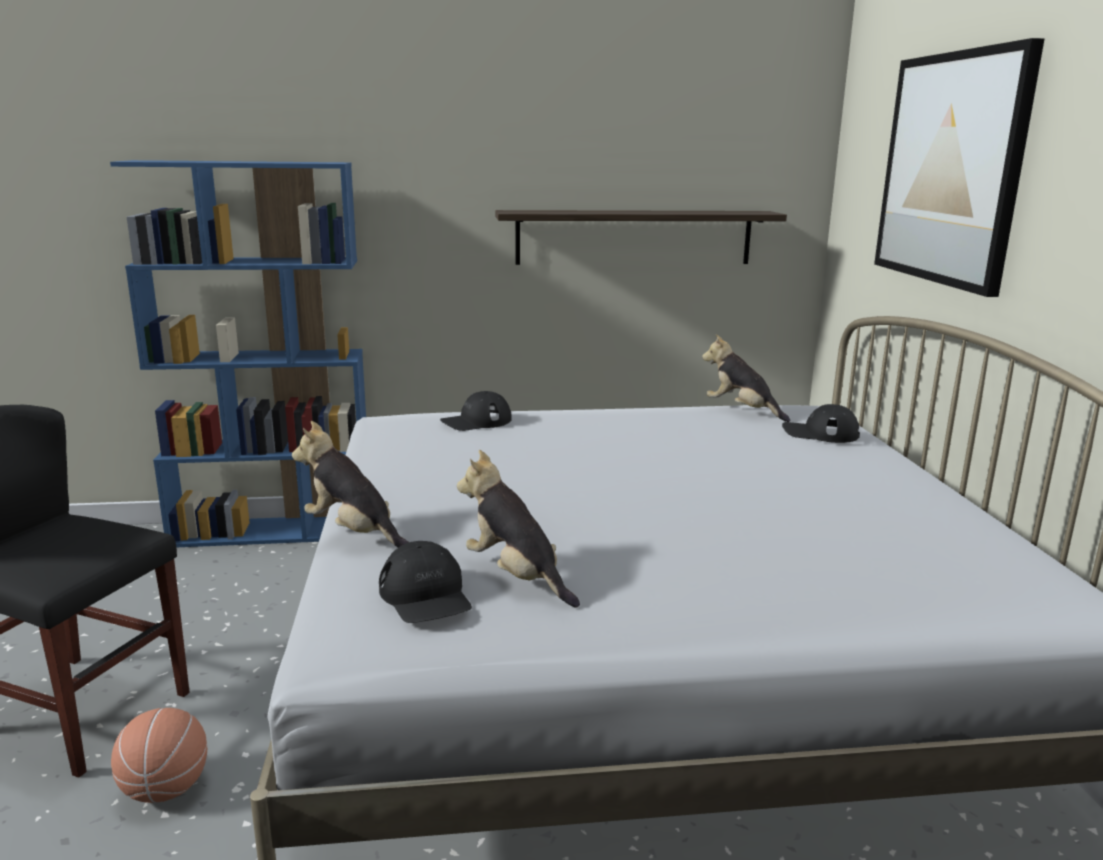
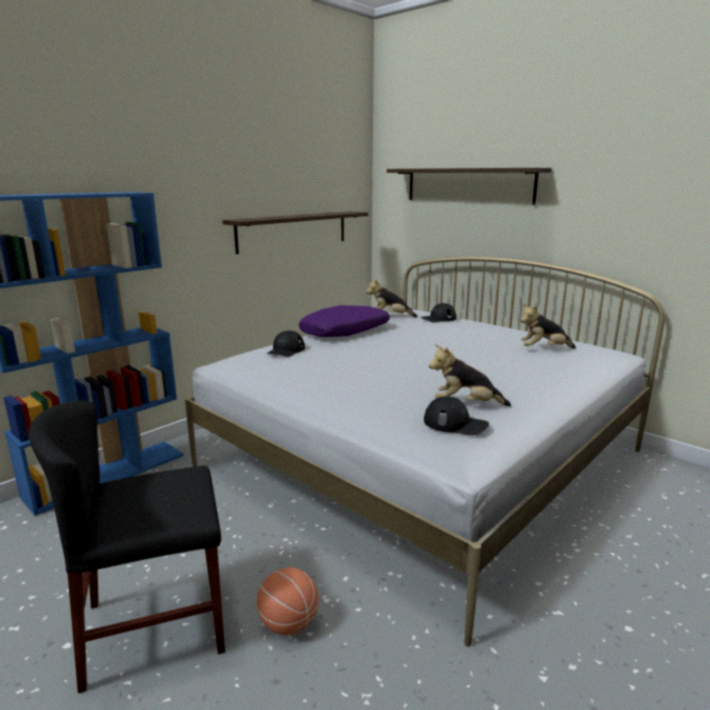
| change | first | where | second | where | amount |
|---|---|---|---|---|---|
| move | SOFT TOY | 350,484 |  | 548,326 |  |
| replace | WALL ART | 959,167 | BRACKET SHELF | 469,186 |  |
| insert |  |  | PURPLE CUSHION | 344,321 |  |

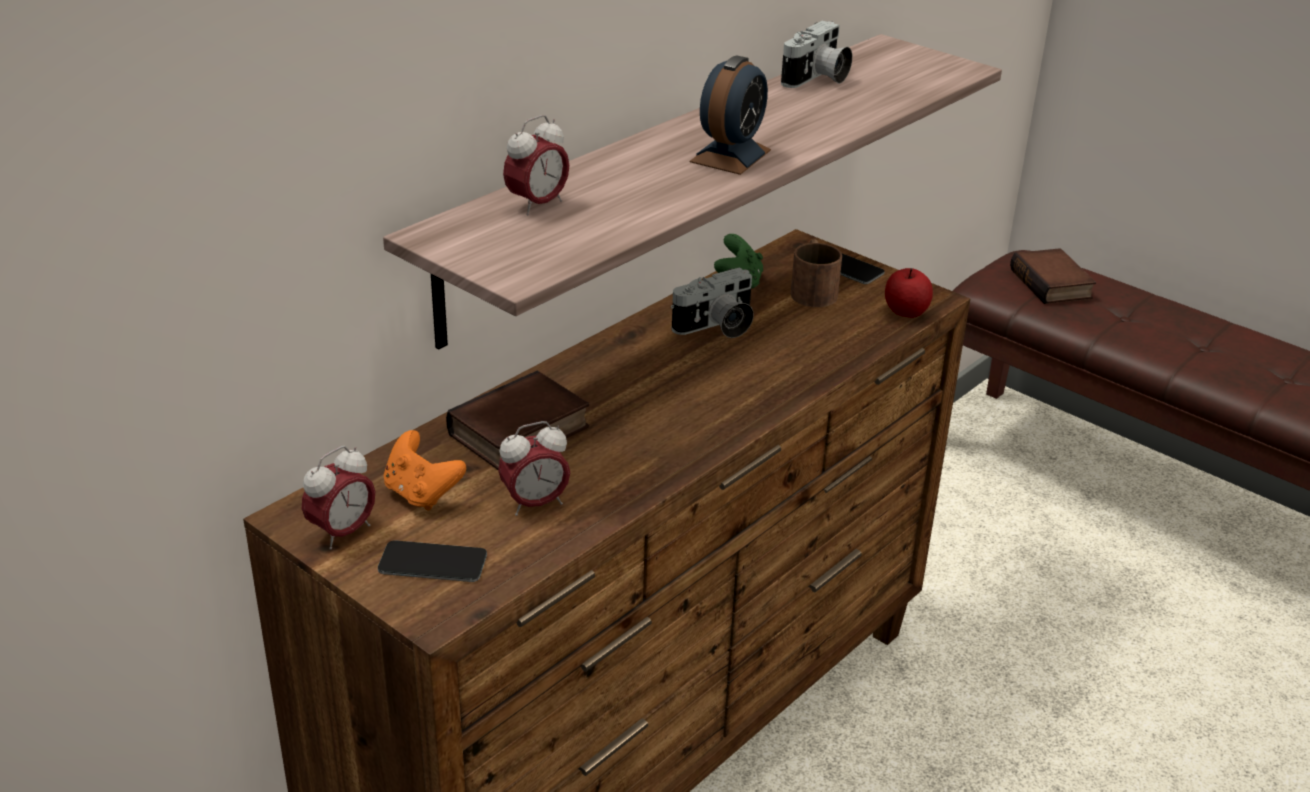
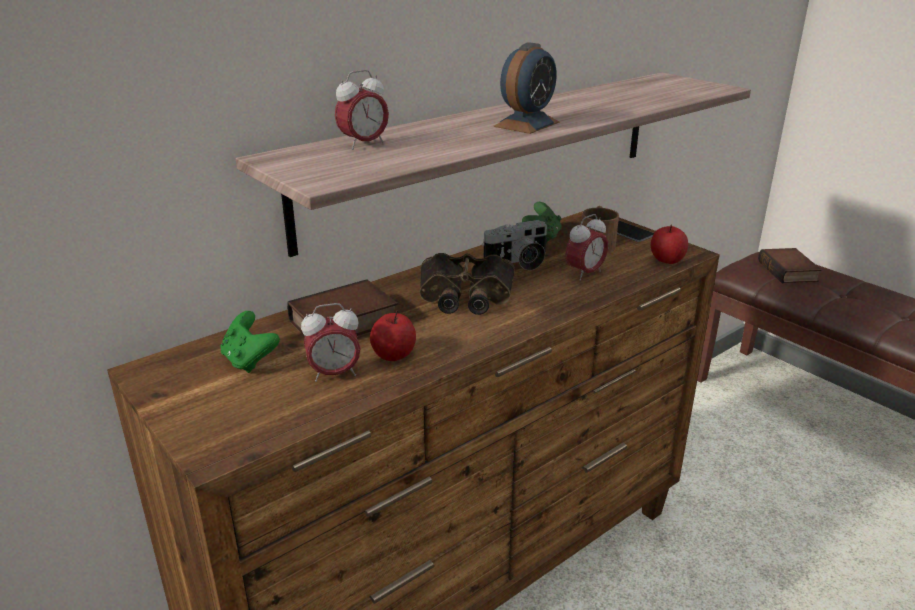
| change | first | where | second | where | amount |
|---|---|---|---|---|---|
| move | TABLE CLOCK | 338,498 |  | 586,247 |  |
| delete | TELEPHONE | 432,561 |  |  |  |
| recolor | ORANGE GAMEPAD | 425,470 | GREEN-COLOURED GAMEPAD | 250,342 |  |
| delete | STILL CAMERA | 816,54 |  |  |  |
| insert |  |  | APPLE FRUIT | 393,335 |  |
| insert |  |  | BINOCULARS | 467,284 |  |

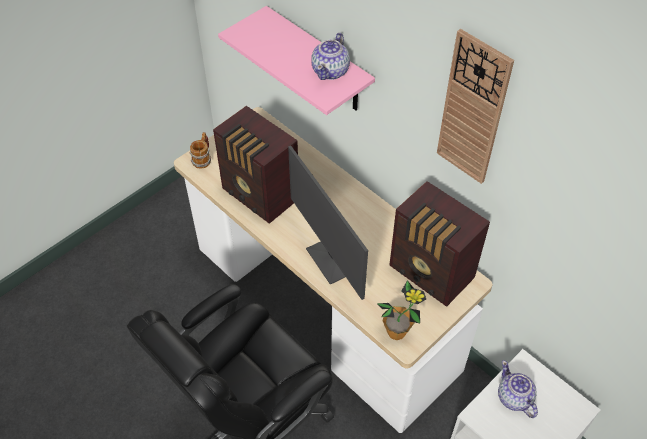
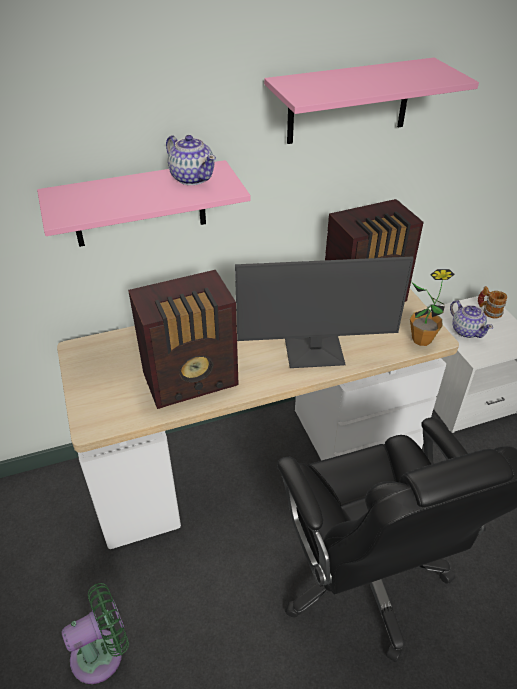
| change | first | where | second | where | amount |
|---|---|---|---|---|---|
| move | MUG | 200,150 |  | 492,302 |  |
| replace | HANGING CLOCK | 475,106 | PINK-COLOURED BRACKET SHELF | 371,101 |  |
| rotate | TEAPOT | 518,389 |  | 471,319 | 120 degrees counterclockwise |
| insert |  |  | GREEN-COLOURED ELECTRIC FAN | 95,633 |  |

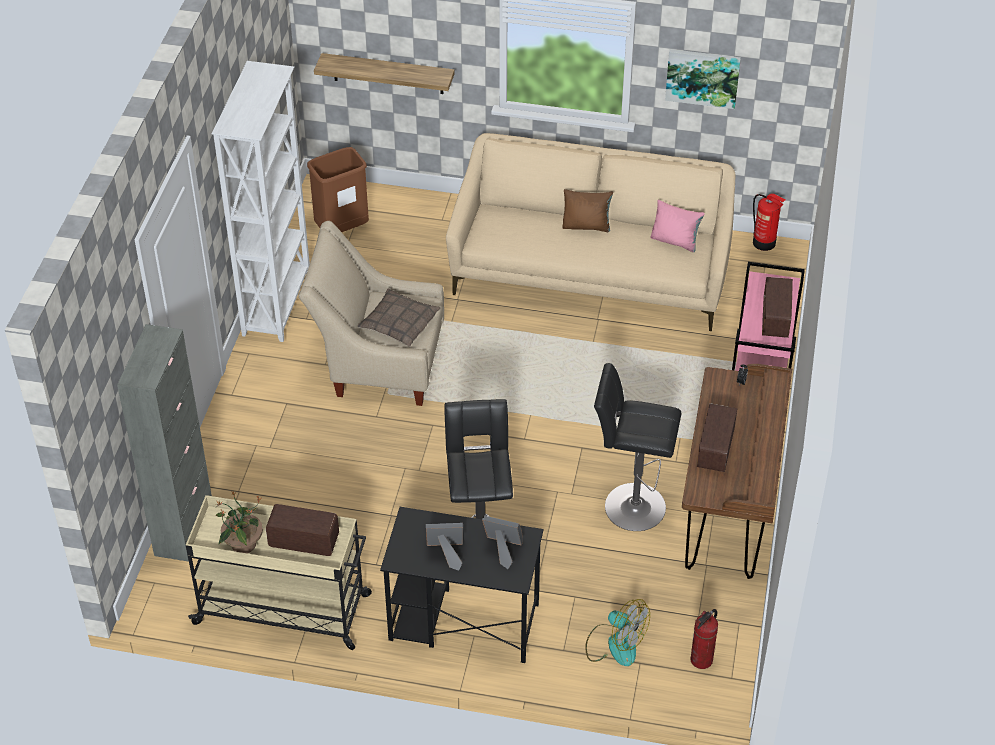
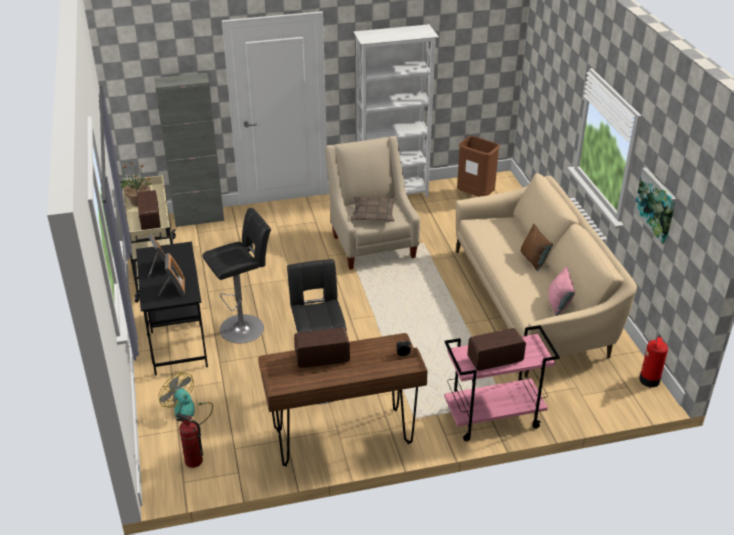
| change | first | where | second | where | amount |
|---|---|---|---|---|---|
| delete | BRACKET SHELF | 384,73 |  |  |  |
| rotate | ELECTRIC FAN | 617,632 |  | 186,399 | 120 degrees clockwise |

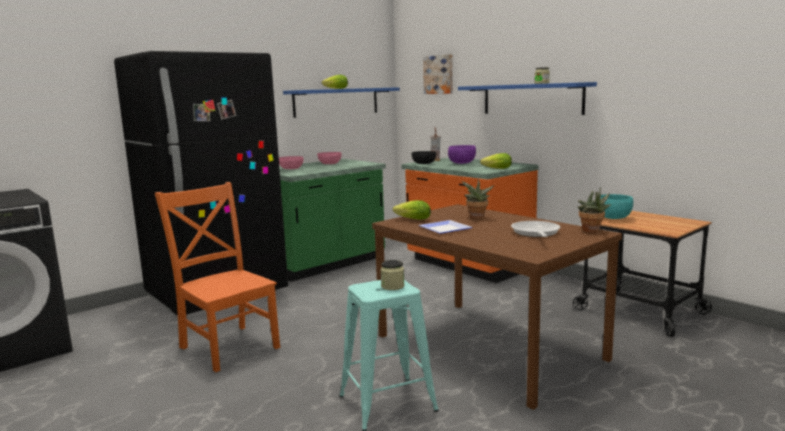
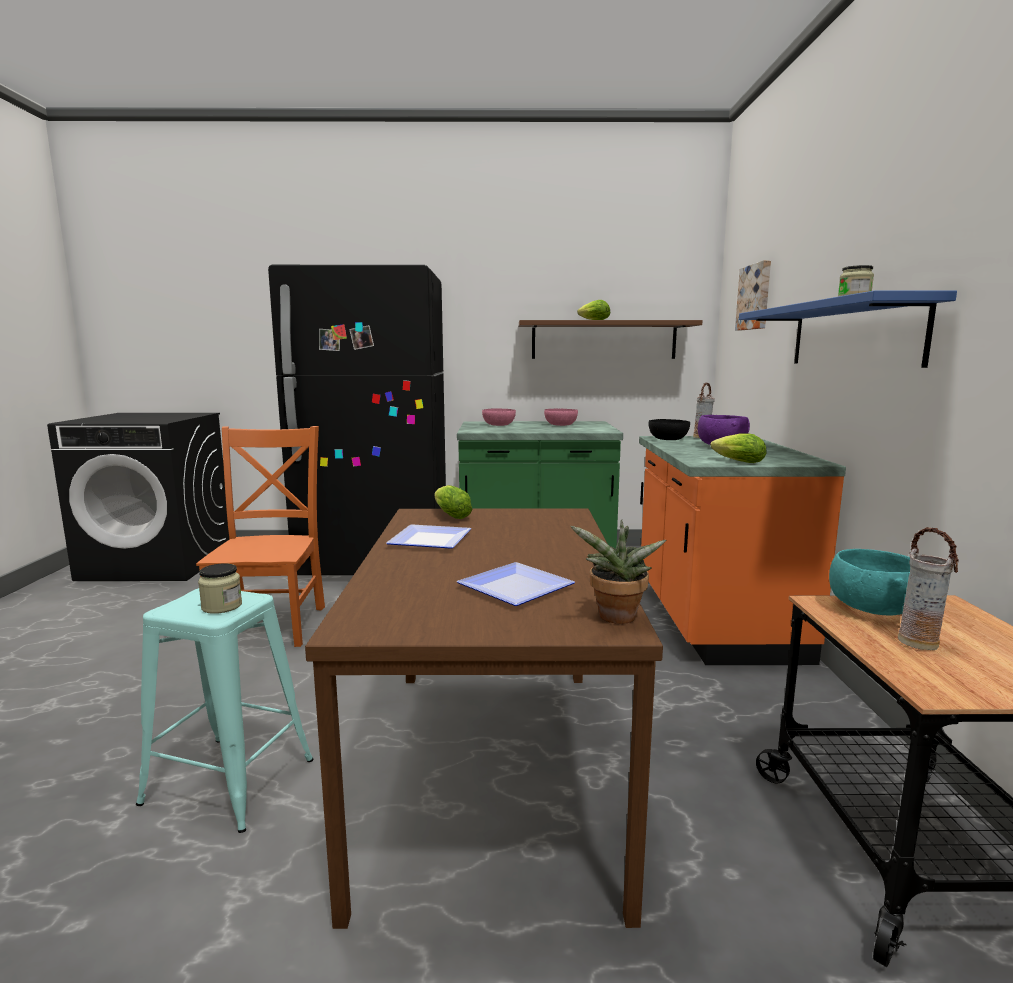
| change | first | where | second | where | amount |
|---|---|---|---|---|---|
| recolor | BLUE BRACKET SHELF | 341,102 | BROWN BRACKET SHELF | 610,339 |  |
| delete | POTTED PLANT | 478,199 |  |  |  |
| replace | FRYING PAN | 535,229 | DINNER PLATE | 516,584 |  |
| insert |  |  | VASE | 928,588 |  |

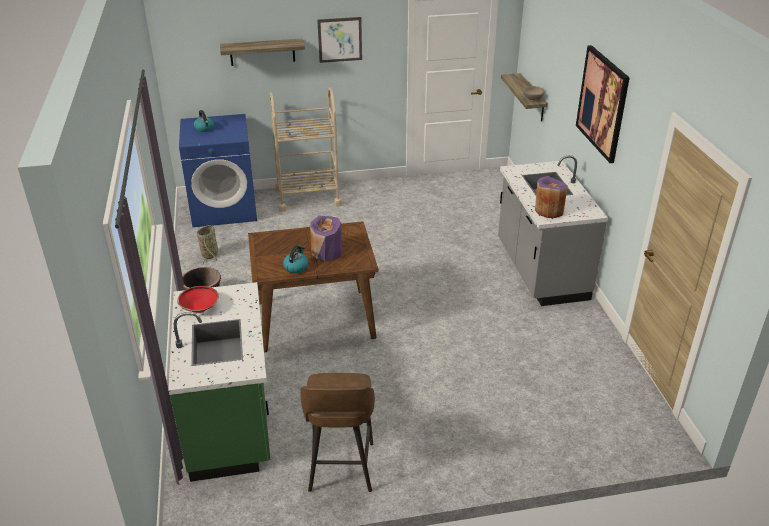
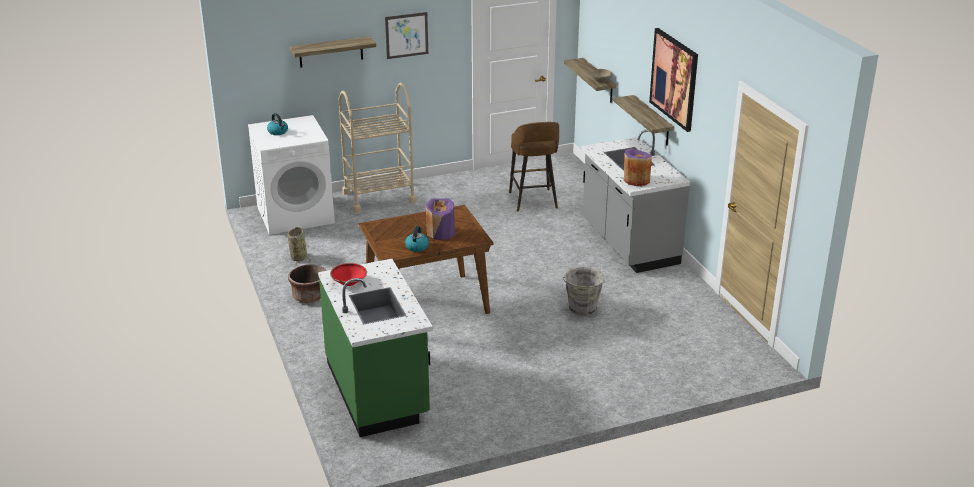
| change | first | where | second | where | amount |
|---|---|---|---|---|---|
| recolor | BLUE WASHING MACHINE | 218,171 | WHITE WASHING MACHINE | 291,175 |  |
| move | BROWN STOOL | 337,432 |  | 534,167 |  |
| insert |  |  | GREYISH WATER BUCKET | 583,291 |  |
| insert |  |  | BRACKET SHELF | 644,120 |  |

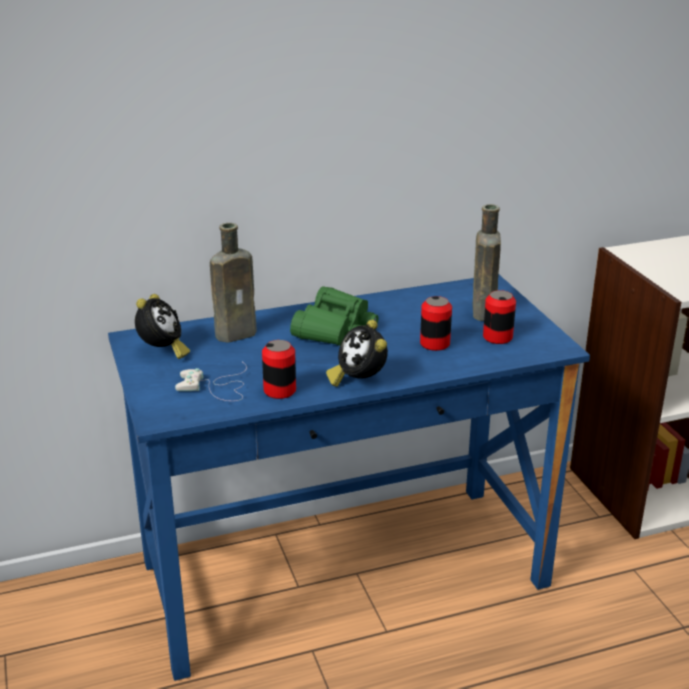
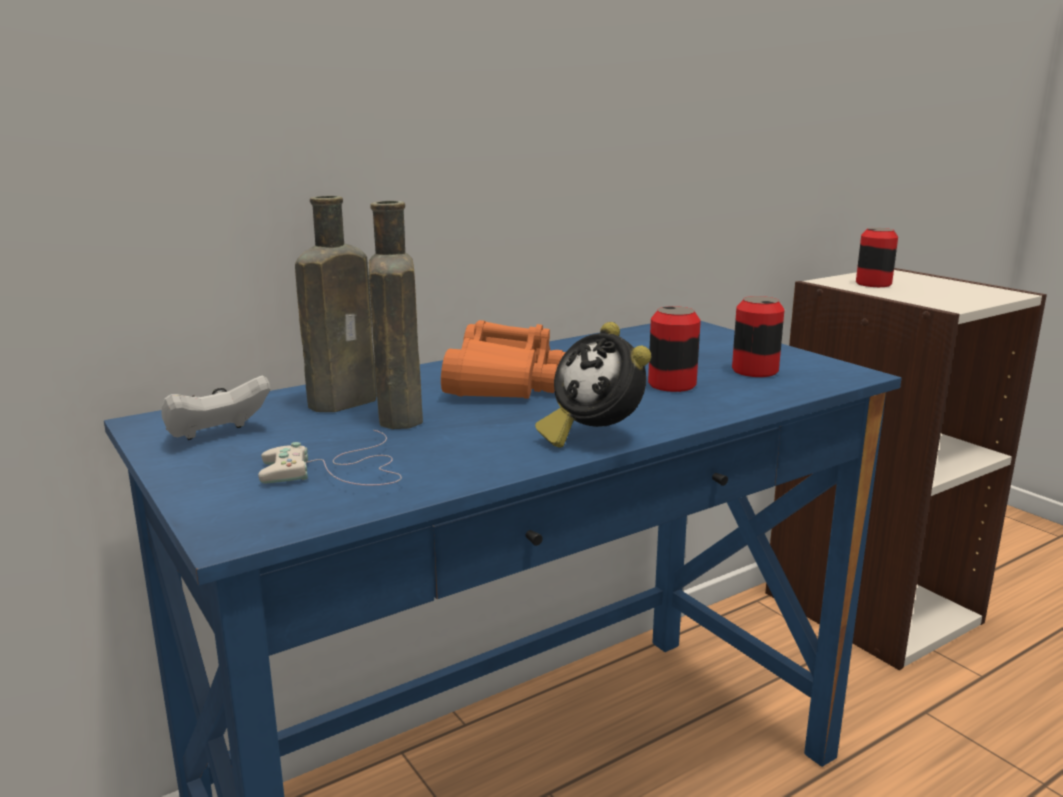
| change | first | where | second | where | amount |
|---|---|---|---|---|---|
| replace | TABLE CLOCK | 162,326 | WHITE GAMEPAD | 215,408 |  |
| move | CAN | 279,369 |  | 877,257 |  |
| recolor | GREEN-COLOURED BINOCULARS | 334,316 | ORANGE BINOCULARS | 503,359 |  |
| move | BROWN BEVERAGE BOTTLE | 487,262 |  | 396,315 |  |

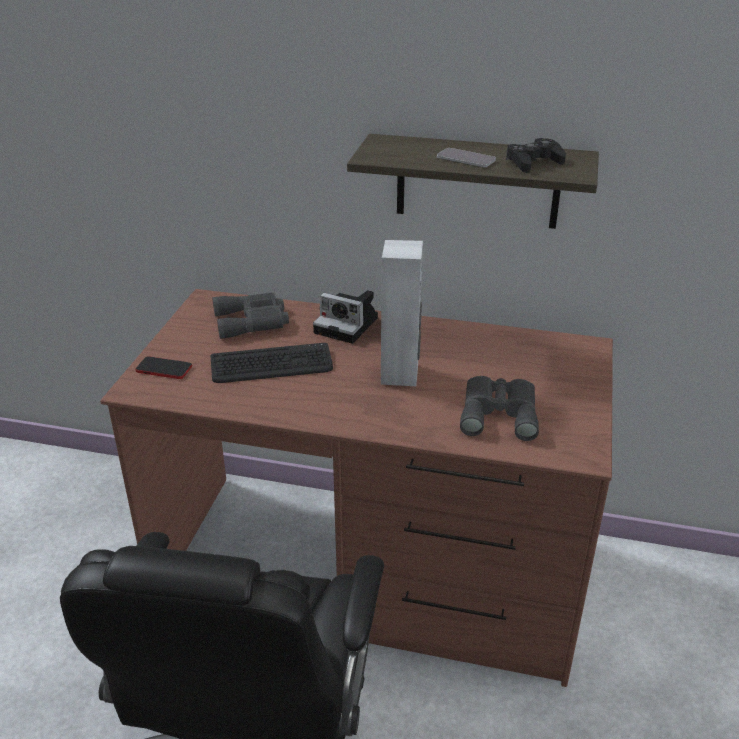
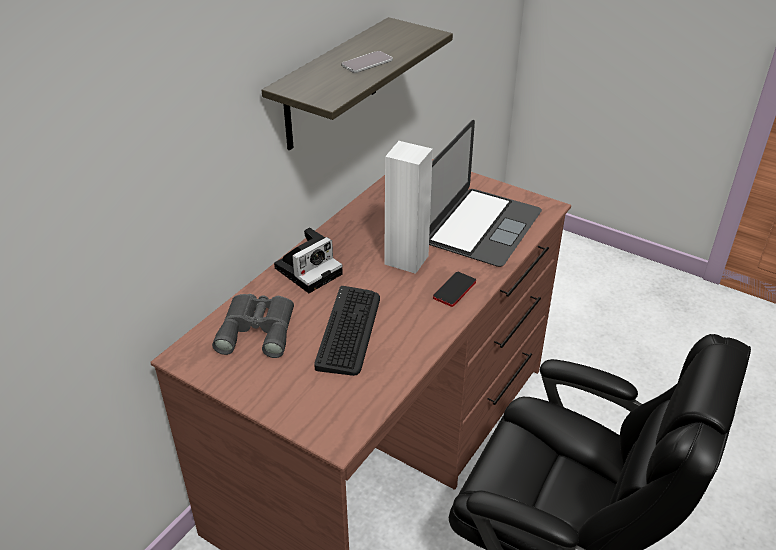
| change | first | where | second | where | amount |
|---|---|---|---|---|---|
| move | TELEPHONE | 163,367 |  | 454,289 |  |
| replace | GREYISH BINOCULARS | 499,408 | LAPTOP | 485,193 |  |
| delete | BLACK-COLOURED GAMEPAD | 536,155 |  |  |  |

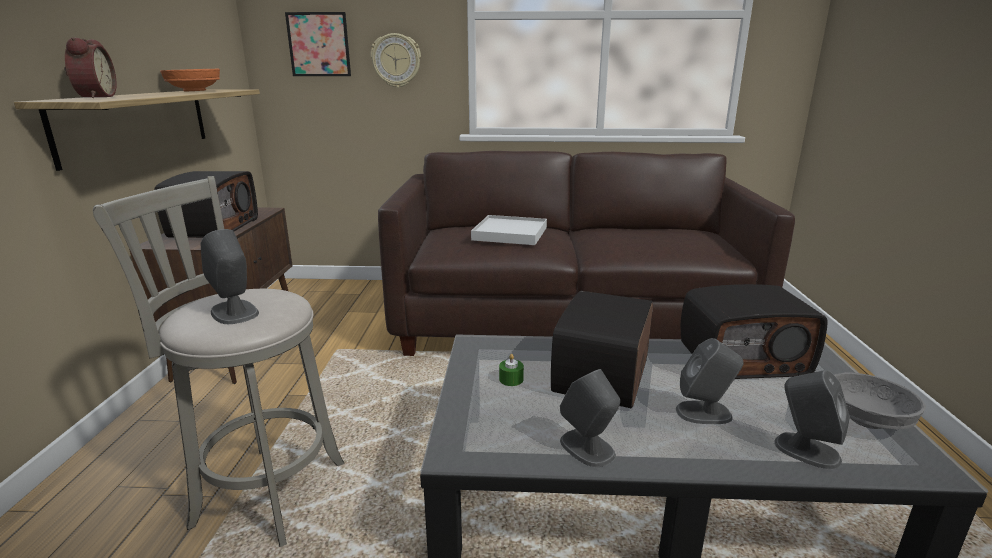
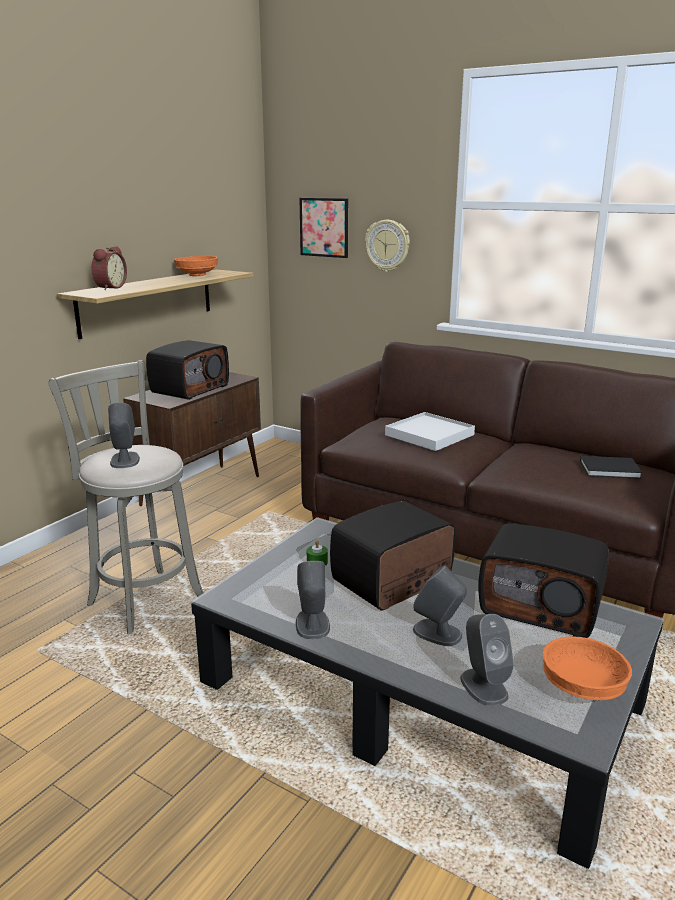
| change | first | where | second | where | amount |
|---|---|---|---|---|---|
| recolor | GREYISH DEEP DISH | 880,400 | ORANGE DEEP DISH | 587,668 |  |
| insert |  |  | BLACK-COLOURED BOUND BOOK | 611,467 |  |

